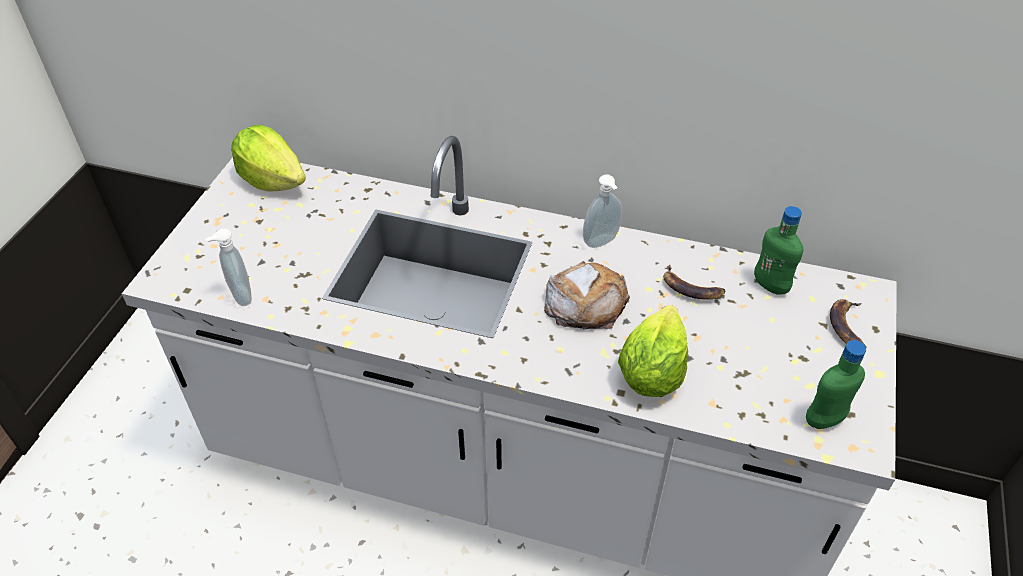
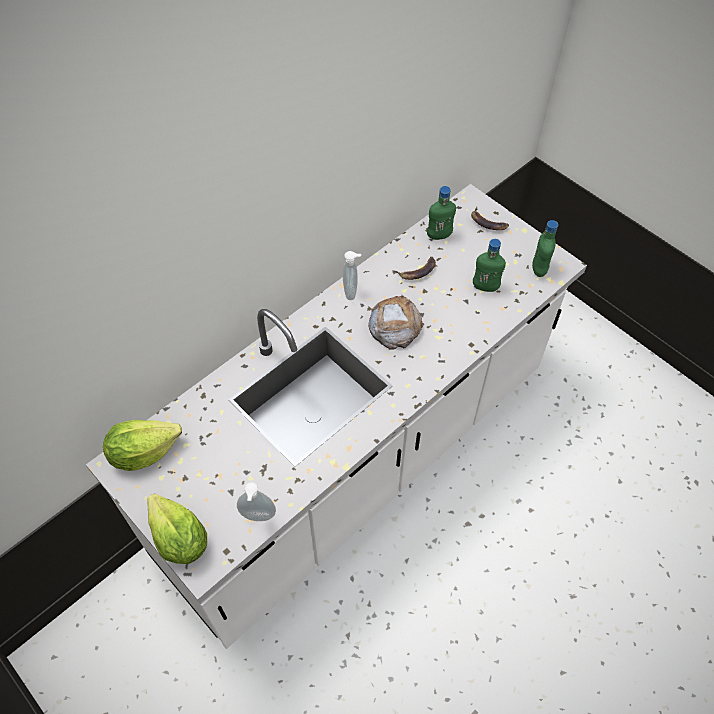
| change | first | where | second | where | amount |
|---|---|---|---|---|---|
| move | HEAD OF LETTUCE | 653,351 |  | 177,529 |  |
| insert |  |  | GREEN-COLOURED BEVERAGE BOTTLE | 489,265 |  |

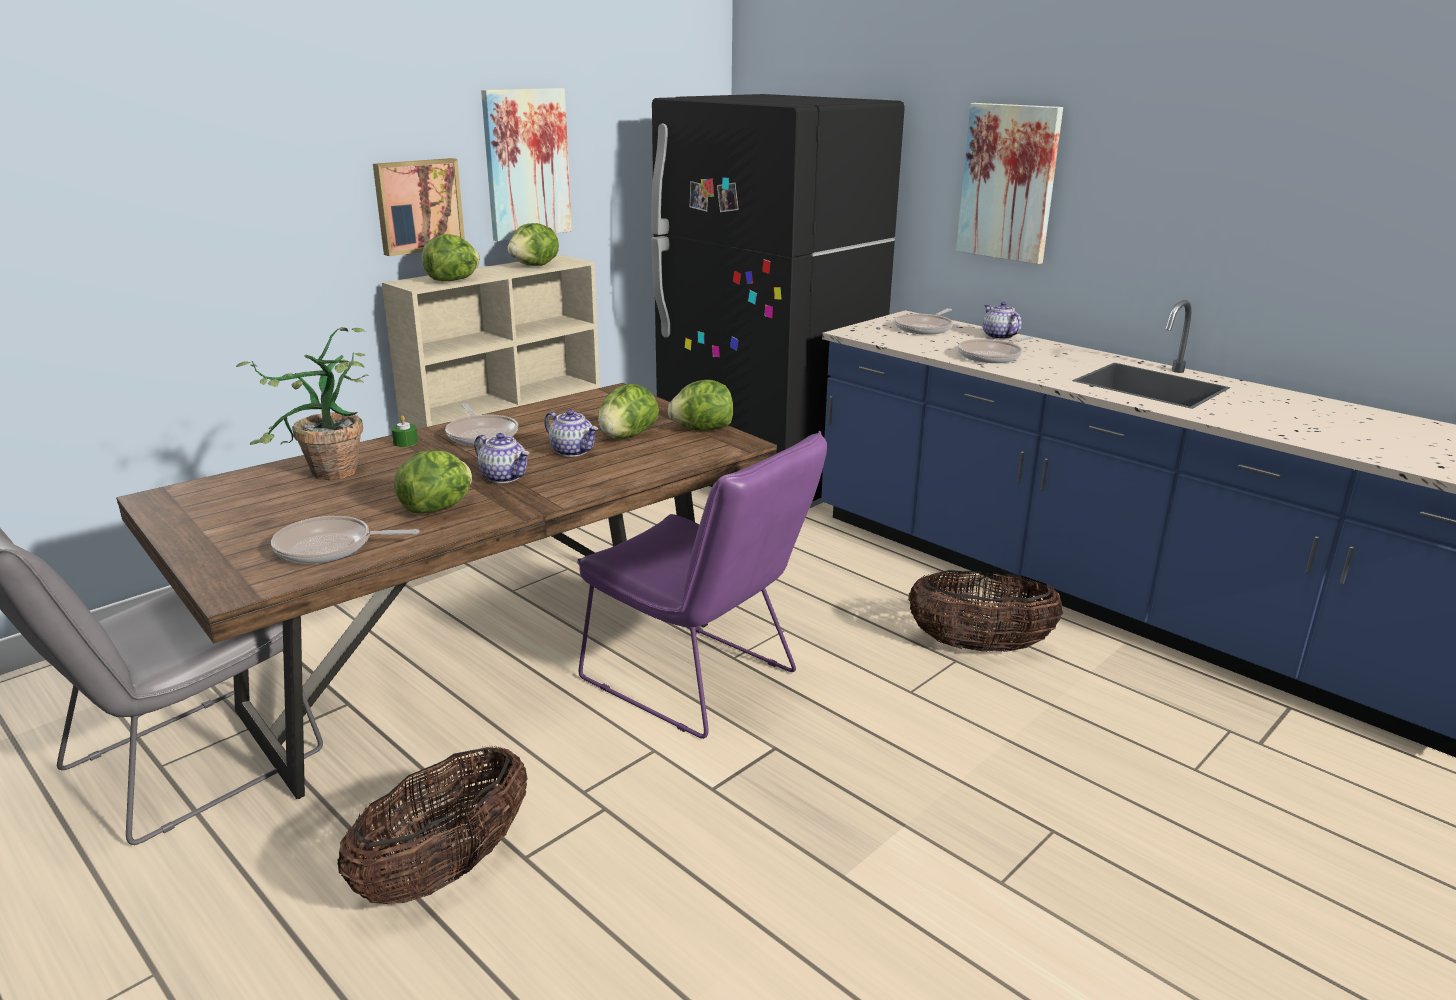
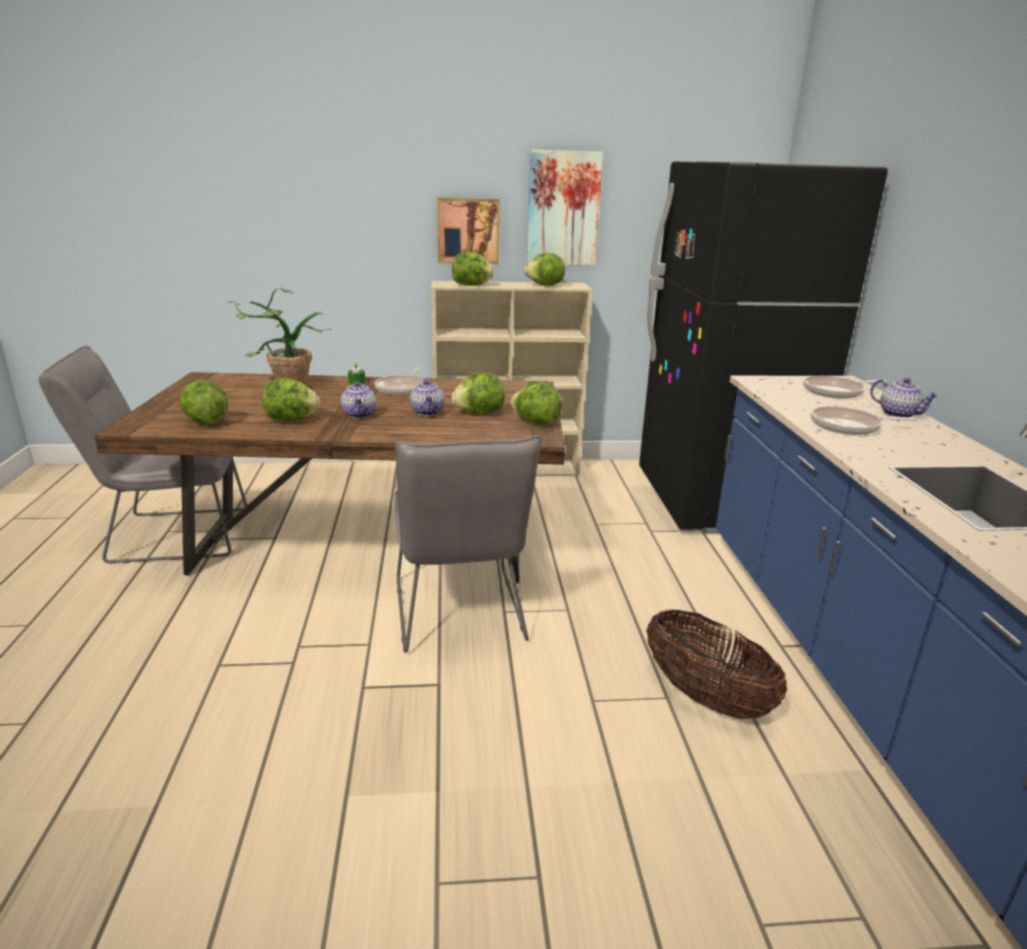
| change | first | where | second | where | amount |
|---|---|---|---|---|---|
| replace | FRYING PAN | 345,540 | HEAD OF LETTUCE | 203,402 |  |
| delete | BASKET | 433,824 |  |  |  |
| recolor | PURPLE UPRIGHT CHAIR | 702,585 | GREYISH UPRIGHT CHAIR | 468,544 |  |
| delete | WALL ART | 1009,183 |  |  |  |
| rotate | TEAPOT | 1002,321 |  | 904,398 | 120 degrees clockwise |

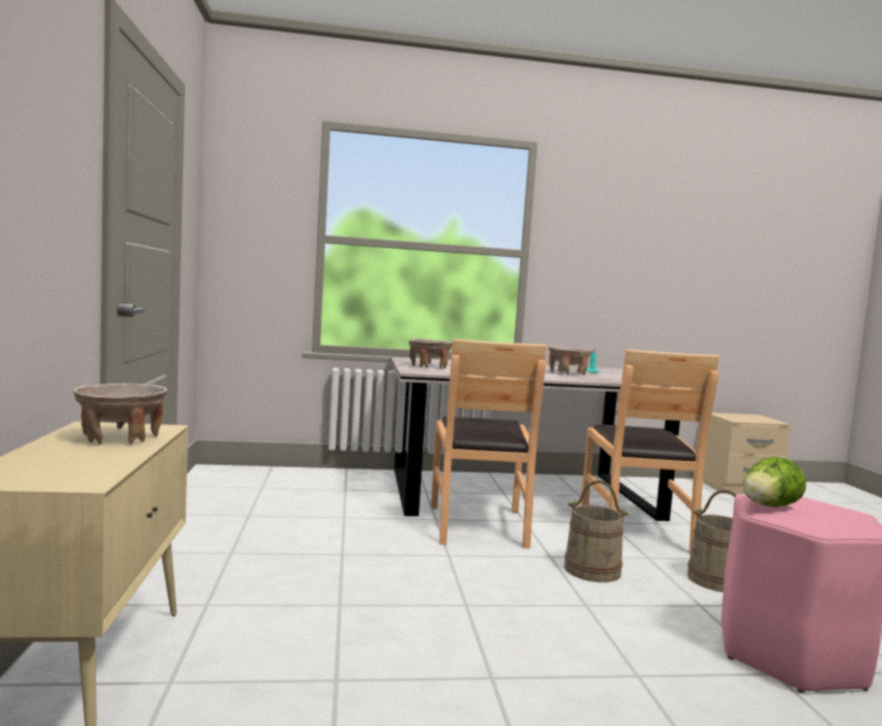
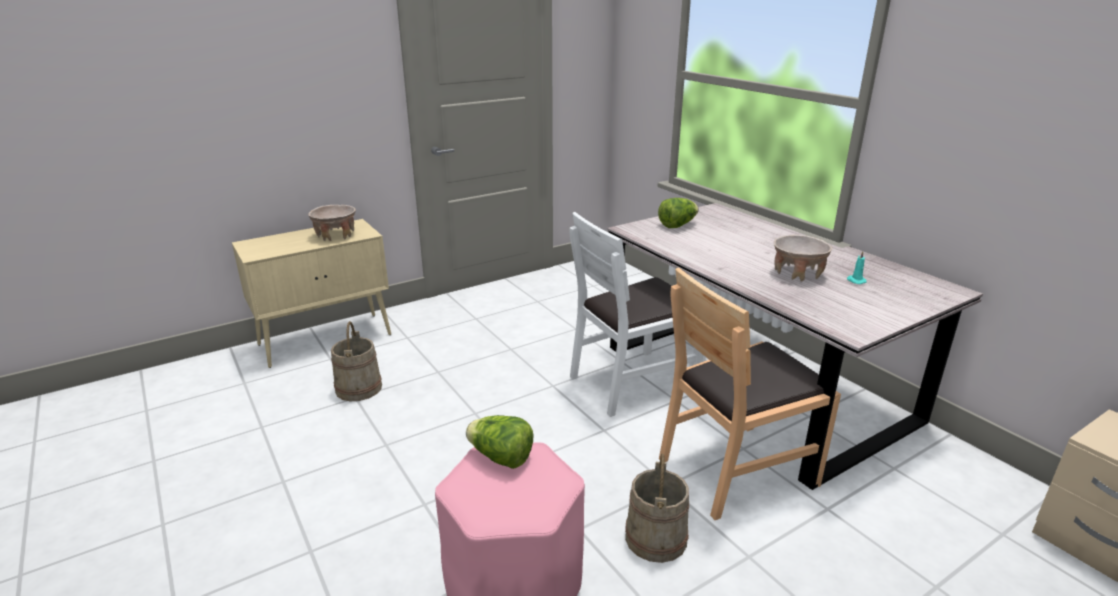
| change | first | where | second | where | amount |
|---|---|---|---|---|---|
| replace | BEIGE DEEP DISH | 431,353 | HEAD OF LETTUCE | 678,213 |  |
| recolor | BROWN UPRIGHT CHAIR | 489,444 | WHITE UPRIGHT CHAIR | 636,314 |  |
| move | BEIGE WATER BUCKET | 596,531 |  | 356,361 |  |

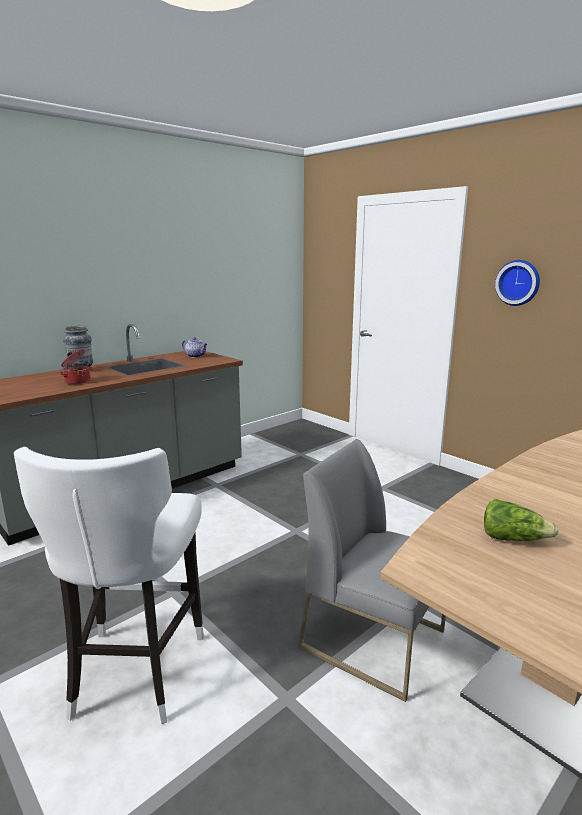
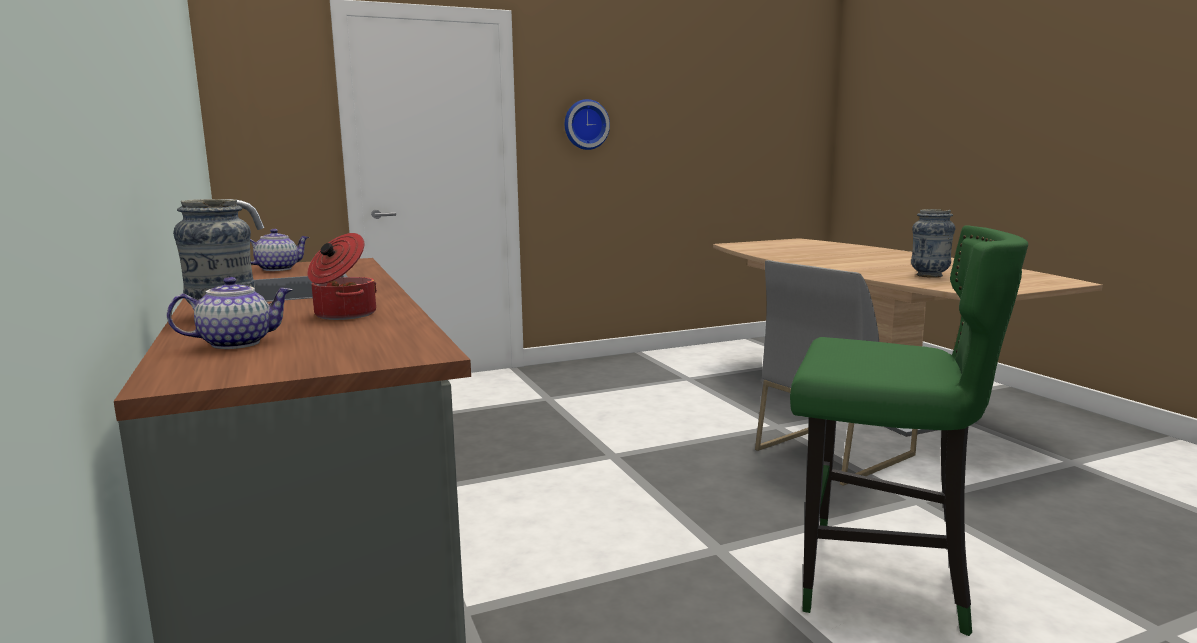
| change | first | where | second | where | amount |
|---|---|---|---|---|---|
| recolor | WHITE STOOL | 109,585 | GREEN-COLOURED STOOL | 909,431 |  |
| replace | HEAD OF LETTUCE | 521,520 | VASE | 933,243 |  |
| insert |  |  | TEAPOT | 230,313 |  |

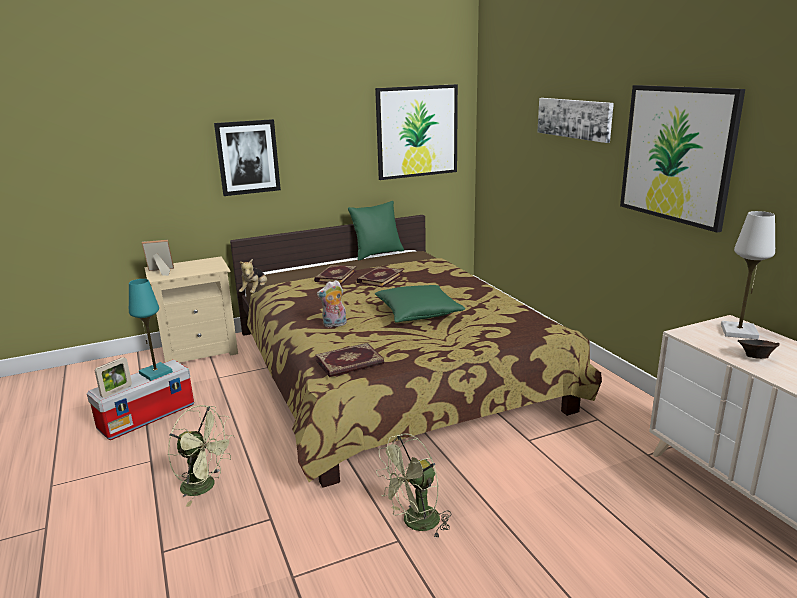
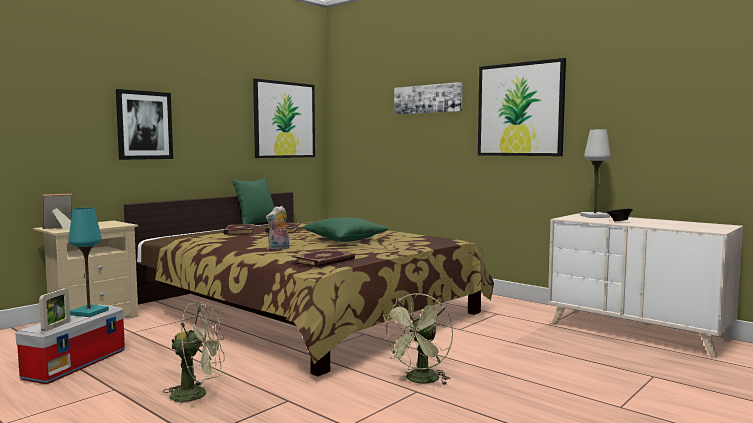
| change | first | where | second | where | amount |
|---|---|---|---|---|---|
| delete | SOFT TOY | 253,276 |  |  |  |

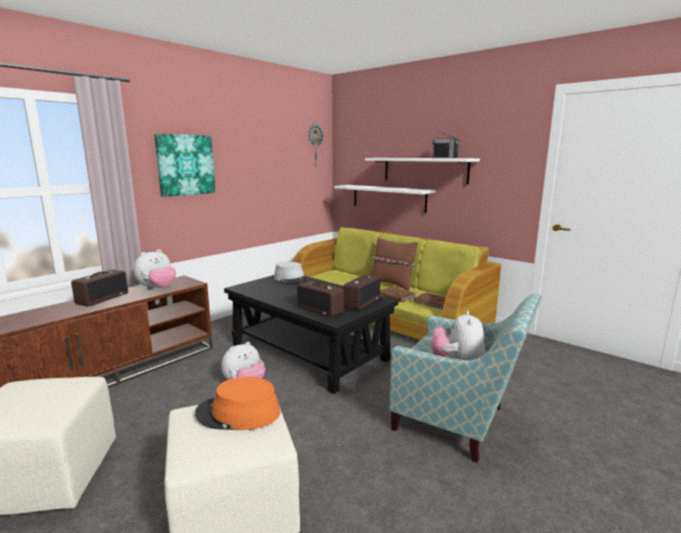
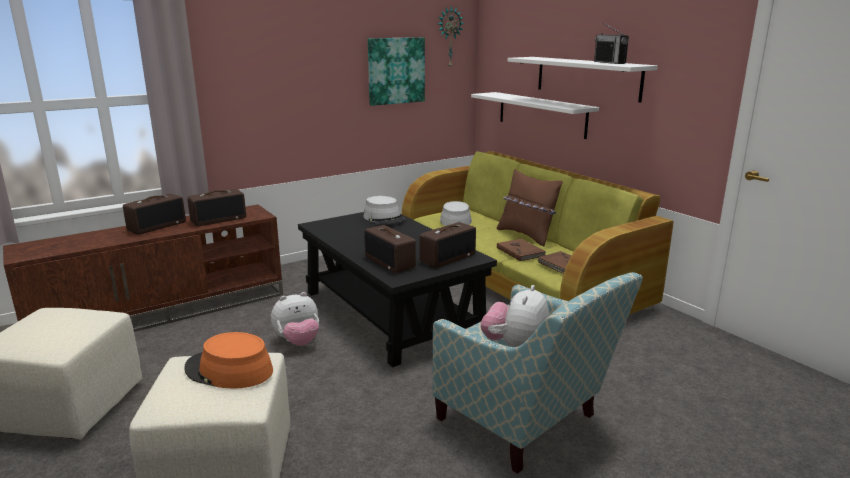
| change | first | where | second | where | amount |
|---|---|---|---|---|---|
| replace | SOFT TOY | 154,269 | RADIO SET | 216,207 |  |
| move | WALL ART | 184,165 |  | 396,71 |  |
| insert |  |  | GREYISH CLOTHING HAT | 456,213 |  |

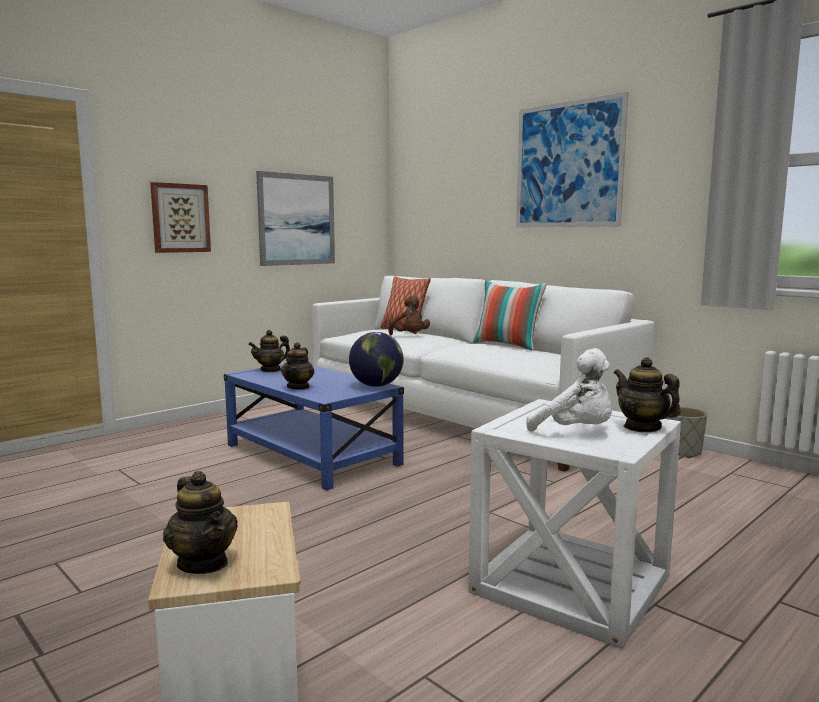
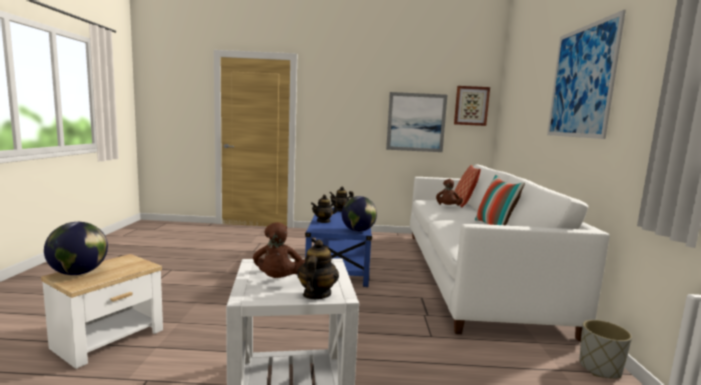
| change | first | where | second | where | amount |
|---|---|---|---|---|---|
| move | WALL ART | 180,217 |  | 472,106 |  |
| replace | TEAPOT | 200,522 | WORLD GLOBE | 76,248 |  |
| recolor | WHITE SOFT TOY | 569,389 | BROWN SOFT TOY | 279,250 |  |

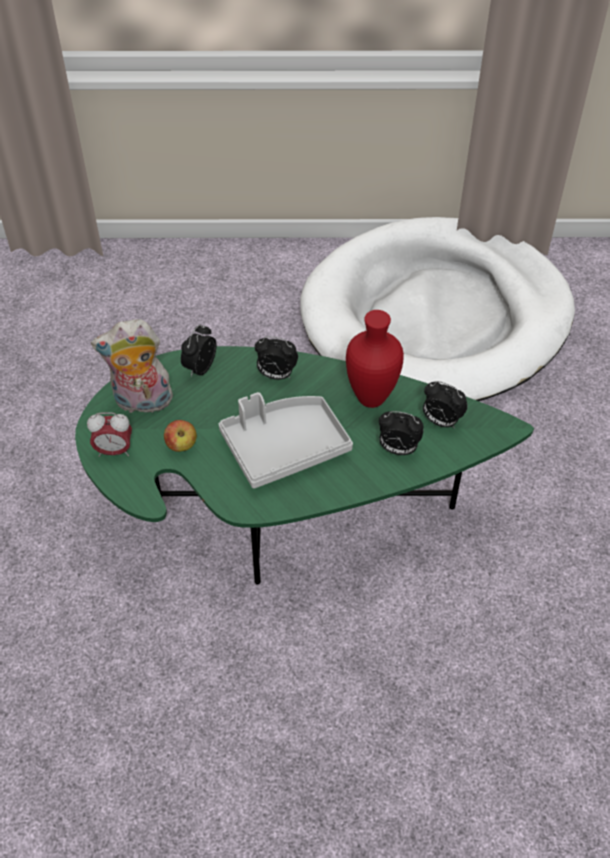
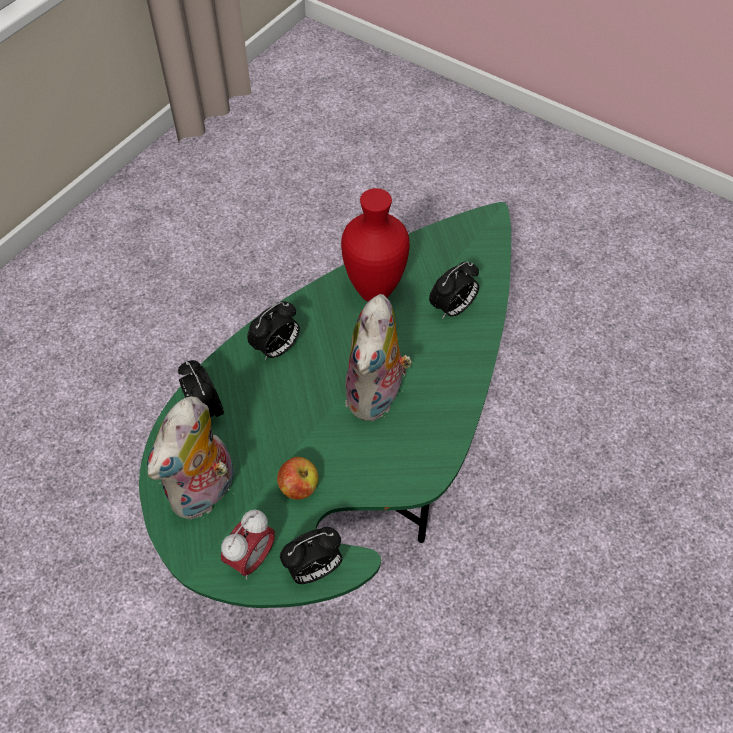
| change | first | where | second | where | amount |
|---|---|---|---|---|---|
| replace | GREYISH TRAY | 286,440 | SOFT TOY | 378,357 |  |
| delete | WHITE PET BED | 437,309 |  |  |  |
| move | TABLE CLOCK | 445,405 |  | 311,555 |  |

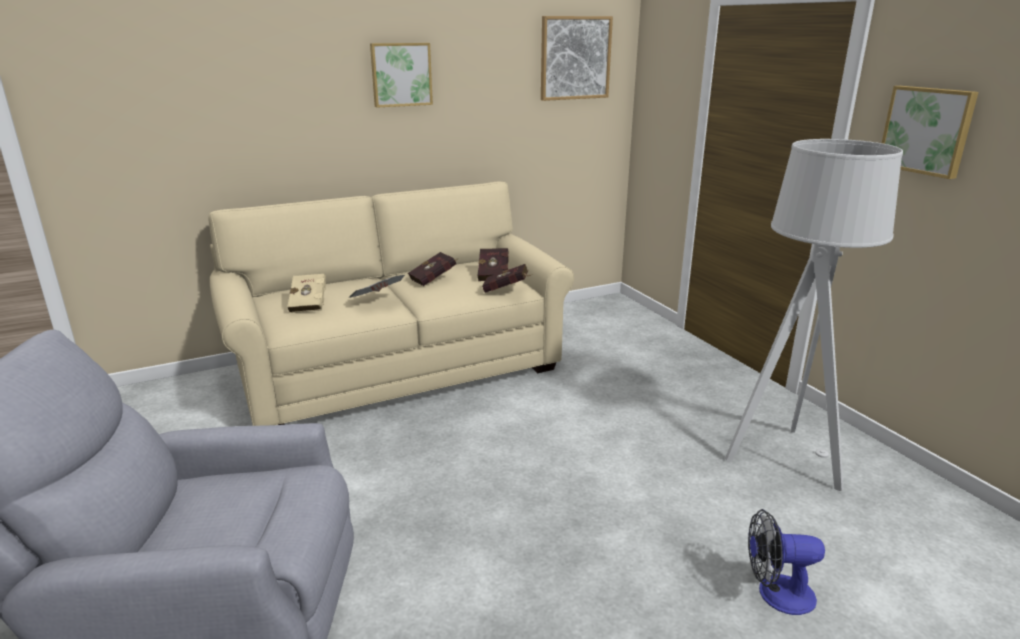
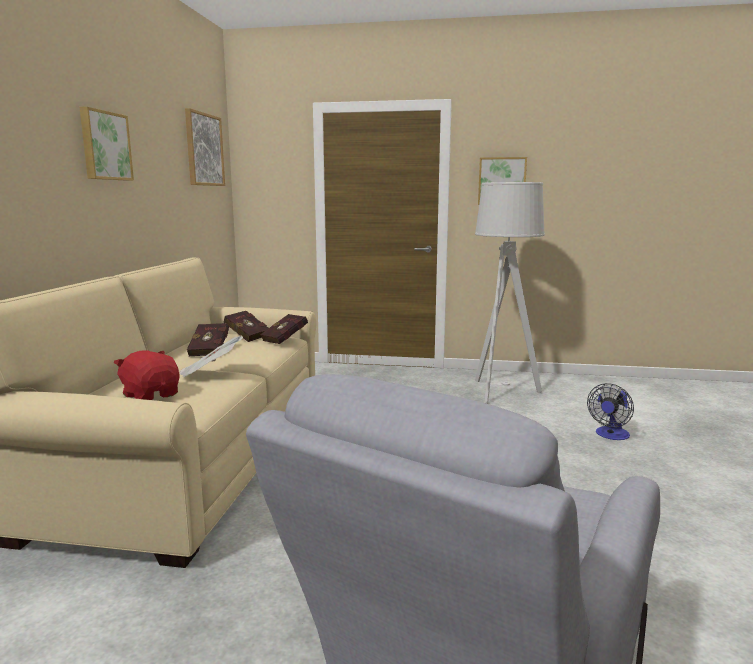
| change | first | where | second | where | amount |
|---|---|---|---|---|---|
| replace | BEIGE BOUND BOOK | 306,293 | RED-COLOURED SOFT TOY | 147,375 |  |

